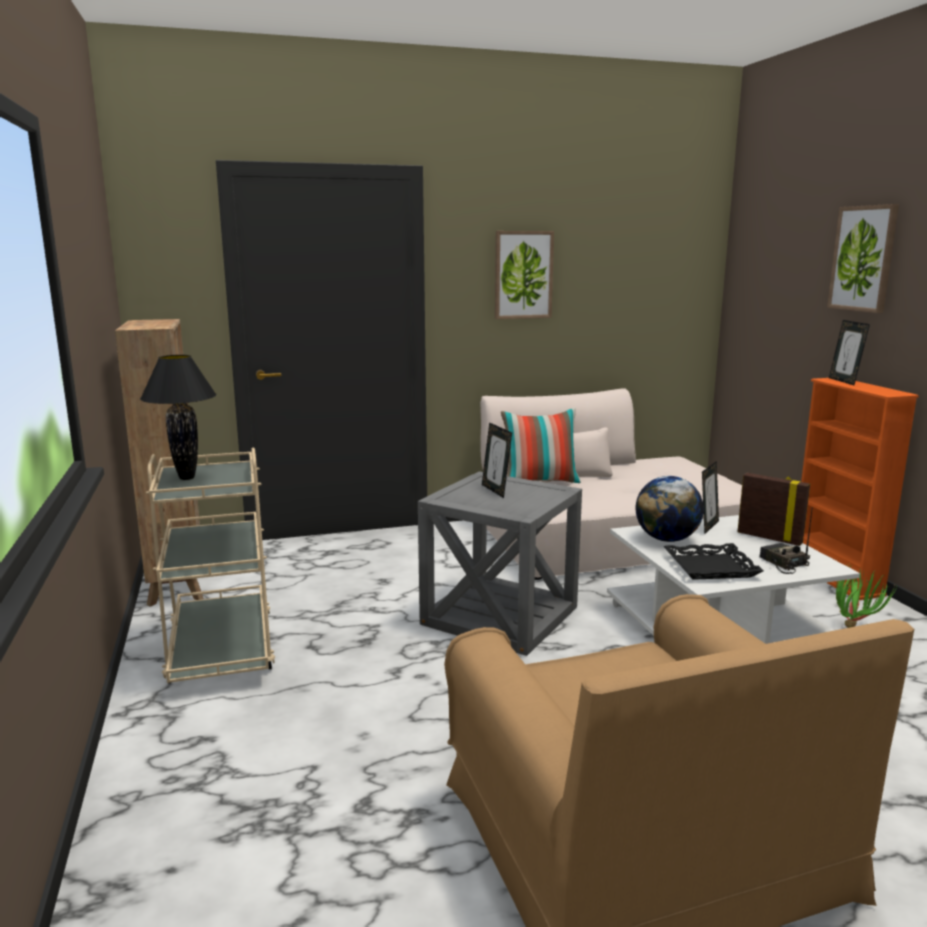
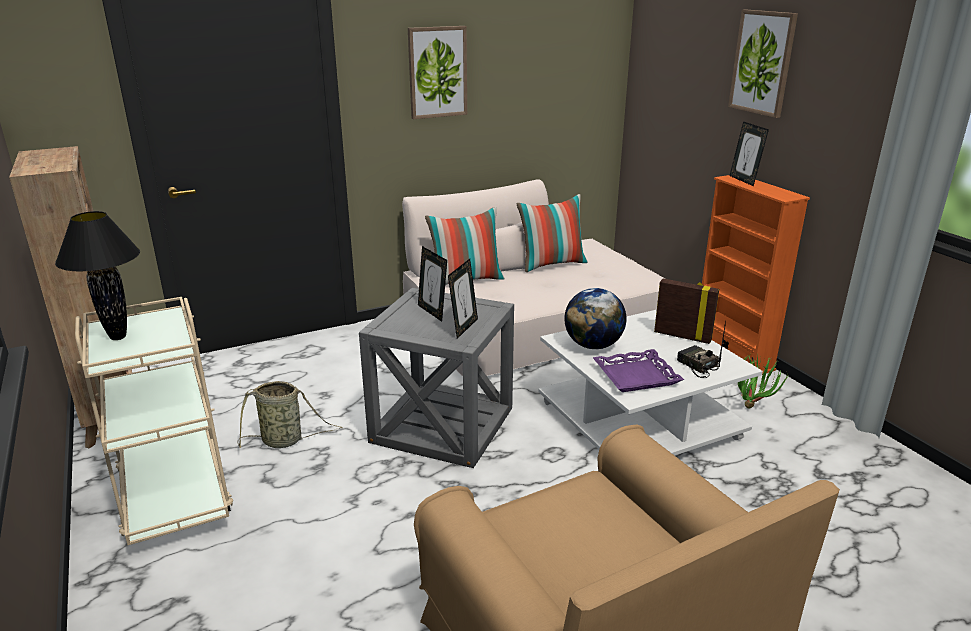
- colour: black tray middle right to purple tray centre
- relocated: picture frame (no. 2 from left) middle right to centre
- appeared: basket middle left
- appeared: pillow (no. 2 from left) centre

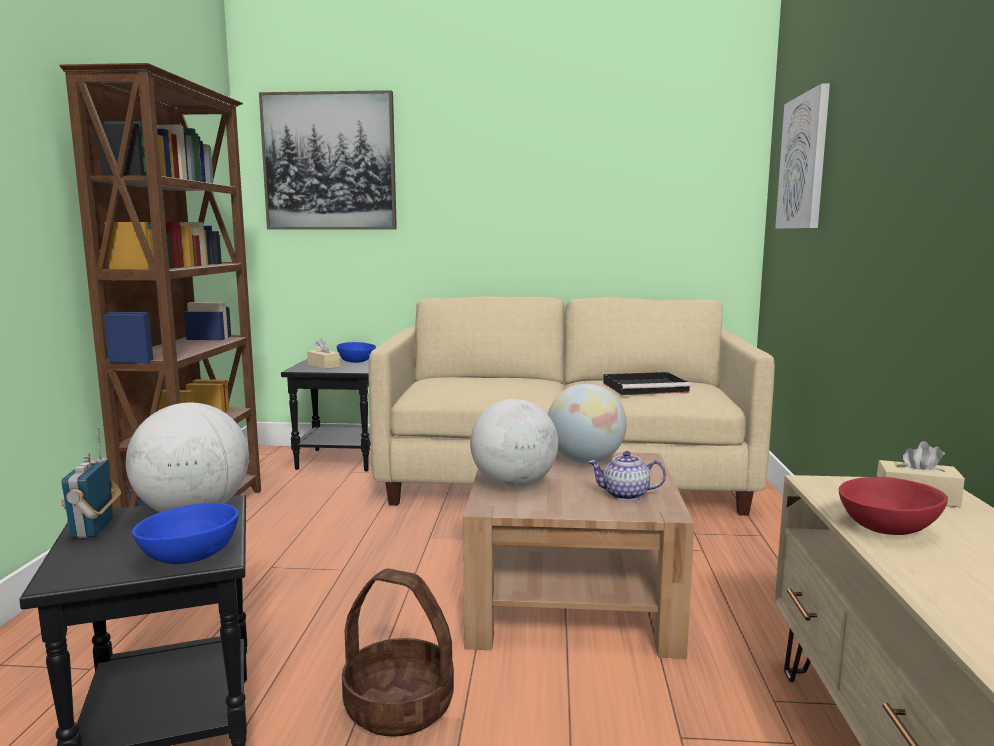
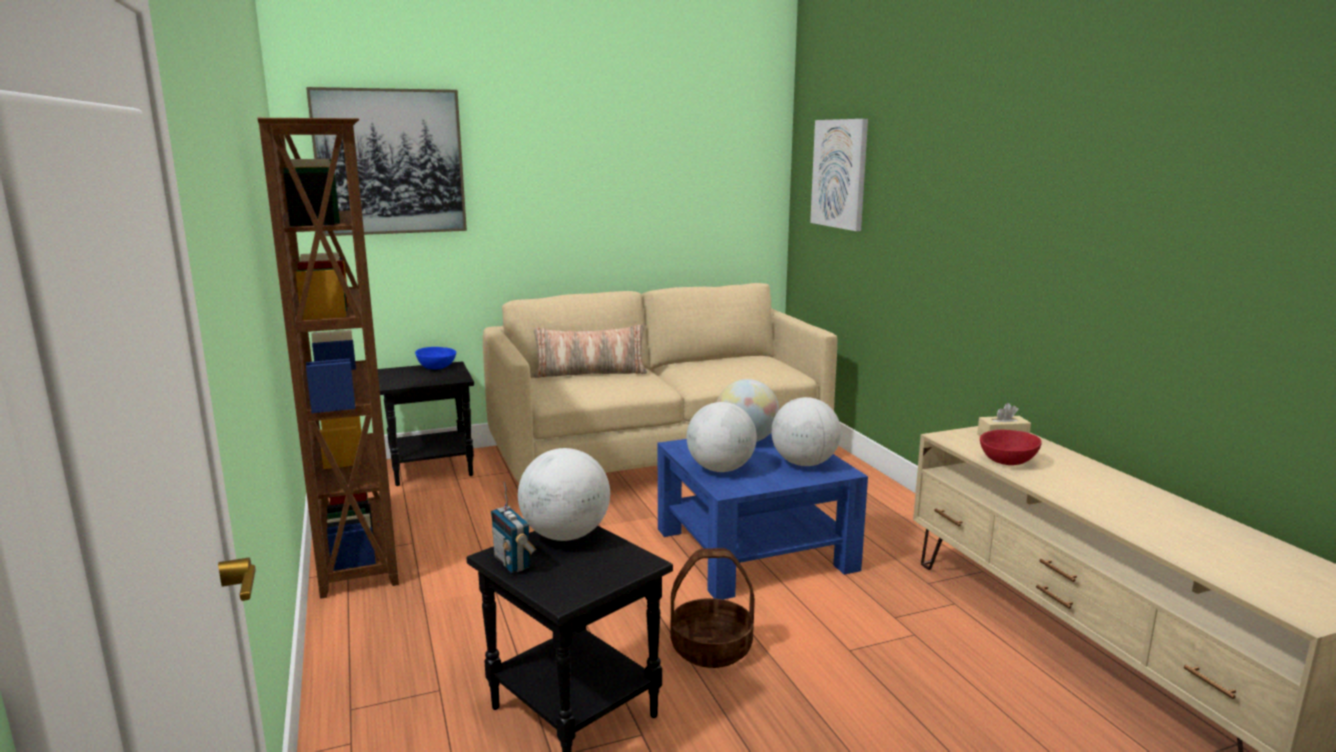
- missing: blue bowl (no. 1 from left) bottom left
- missing: beige tissue box (no. 1 from left) middle left
- colour: brown coffee table bottom centre to blue coffee table bottom centre
- exchanged: teapot centre to globe (no. 4 from left) centre
- missing: black tray centre
- appeared: pillow centre

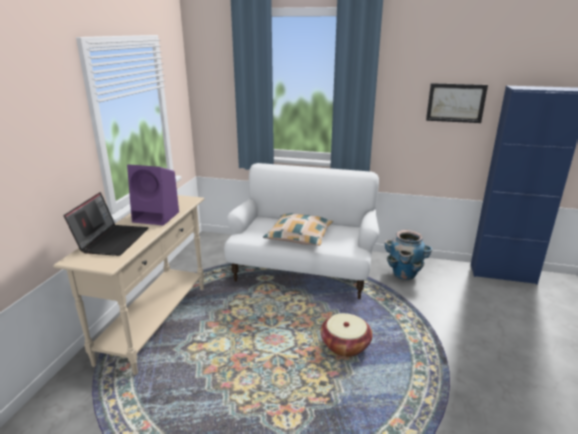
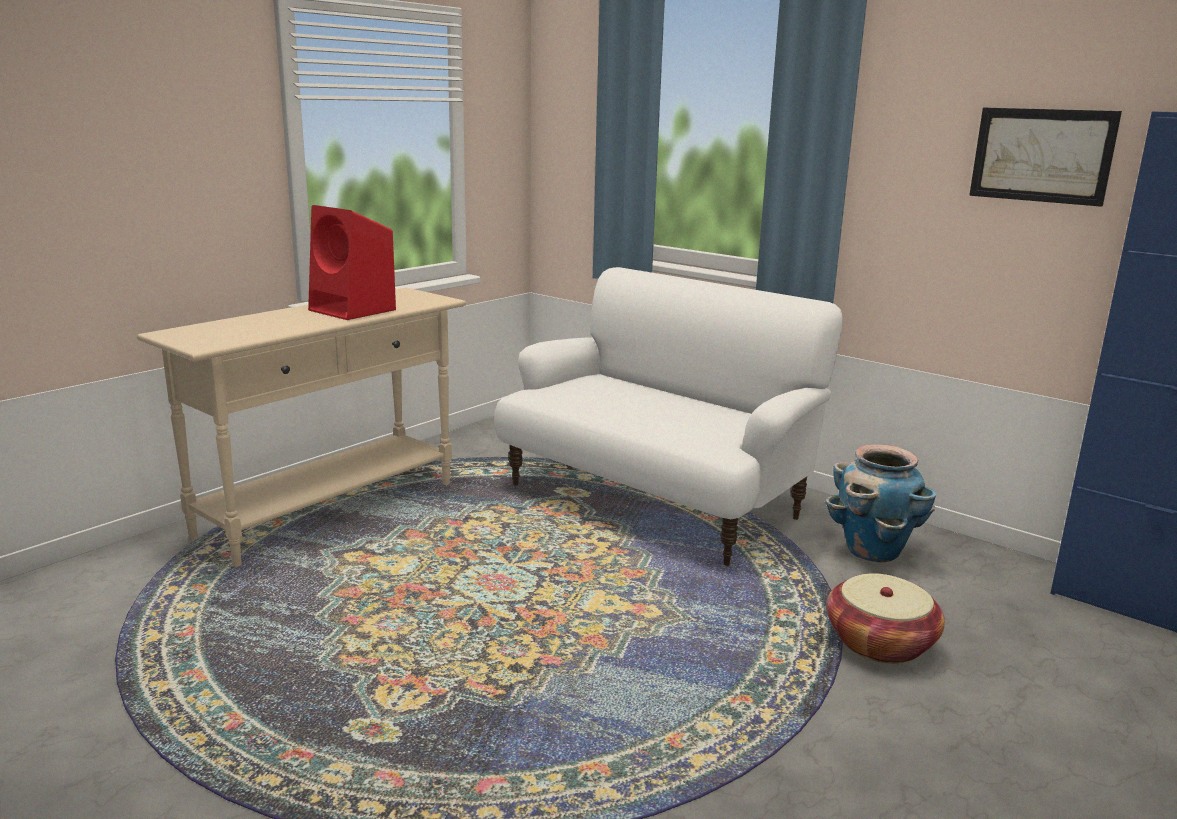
- missing: laptop middle left
- colour: purple speaker middle left to red speaker top left
- missing: pillow centre
- relocated: basket bottom centre to bottom right

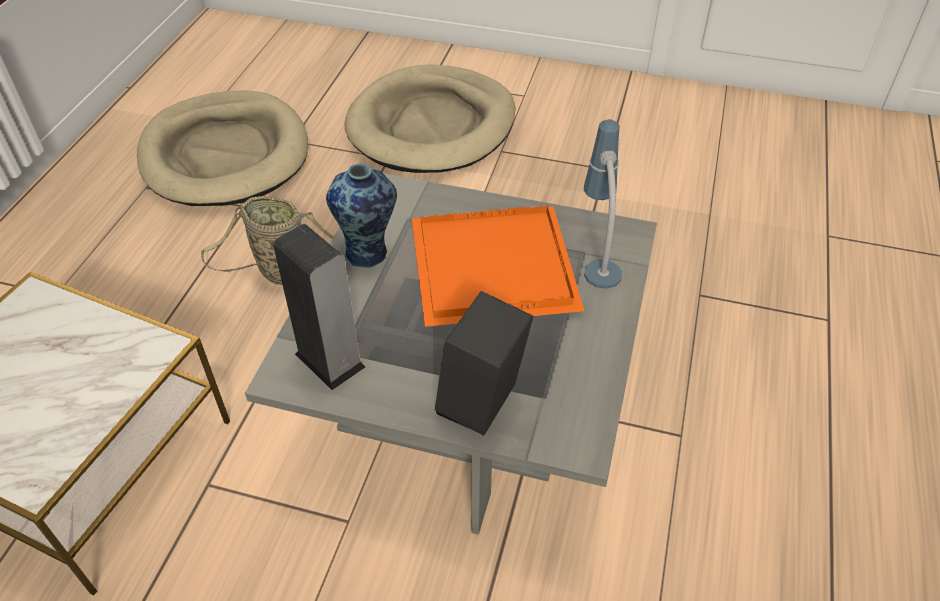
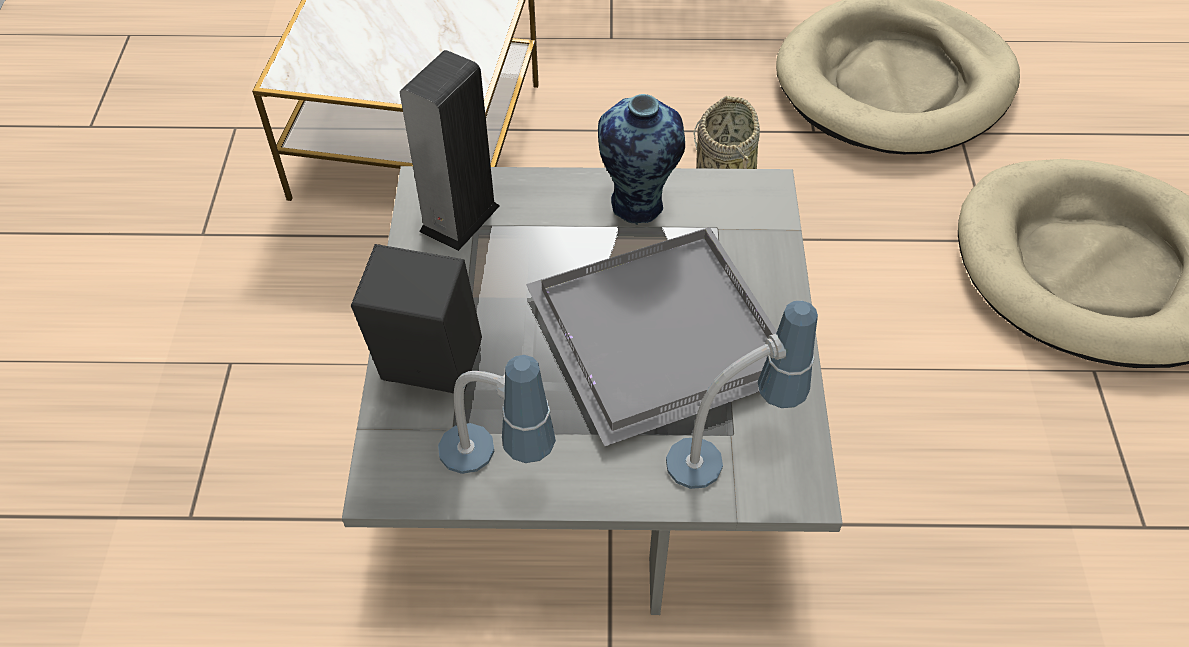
- colour: orange tray centre to grey tray centre
- appeared: table lamp (no. 1 from left) centre

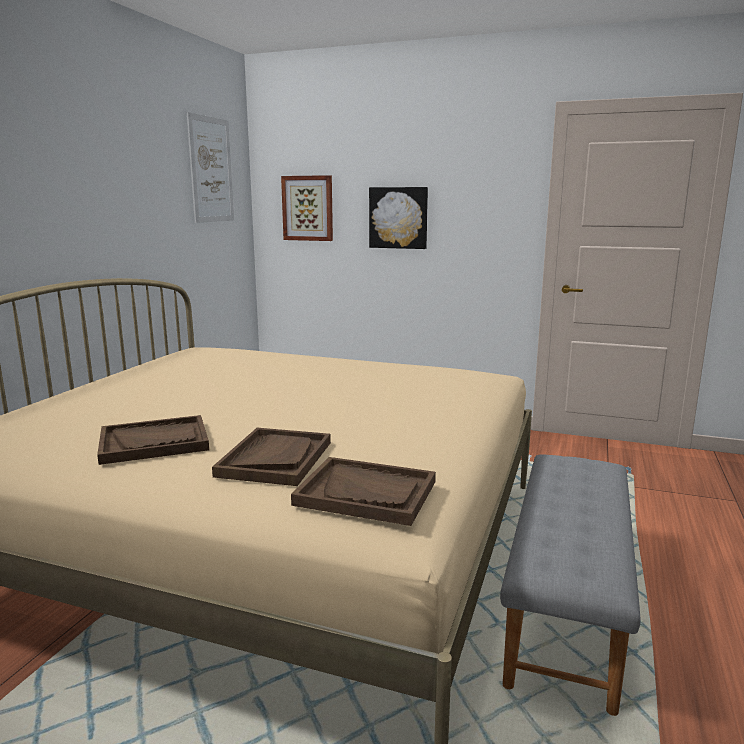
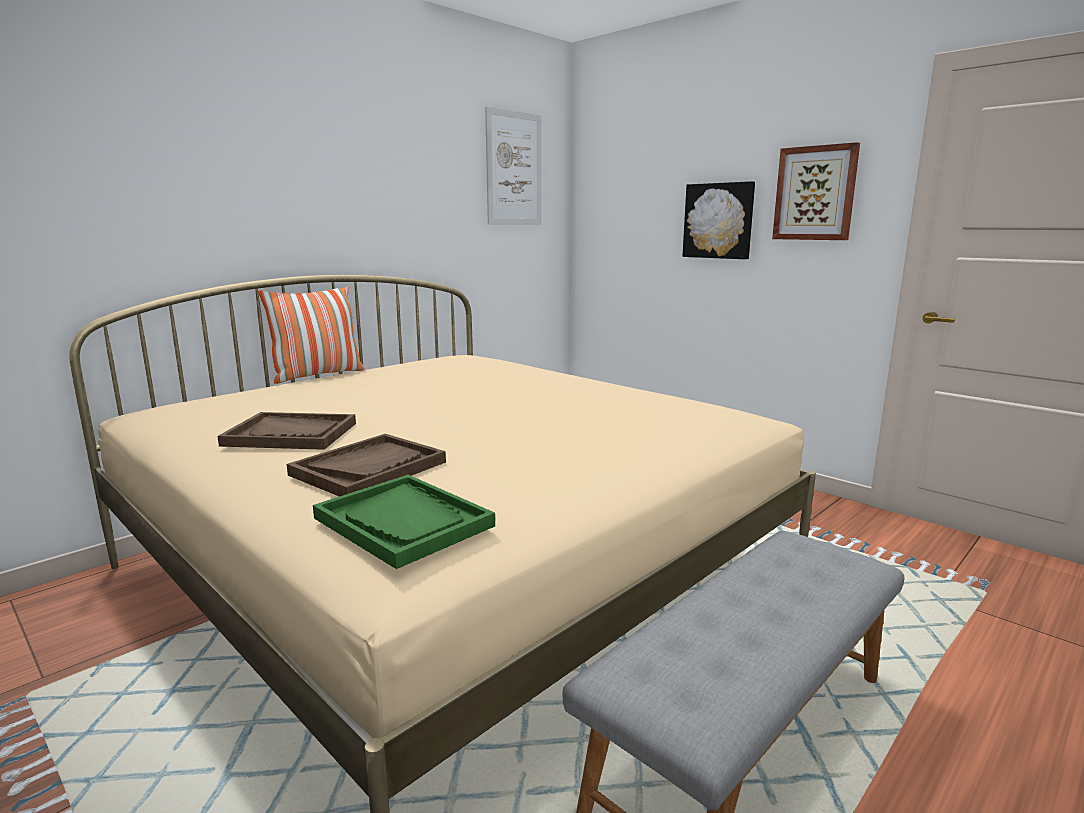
- relocated: picture (no. 2 from left in the first image) top centre to picture (no. 3 from left) top right
- colour: brown tray (no. 3 from left) centre to green tray centre
- appeared: pillow middle left

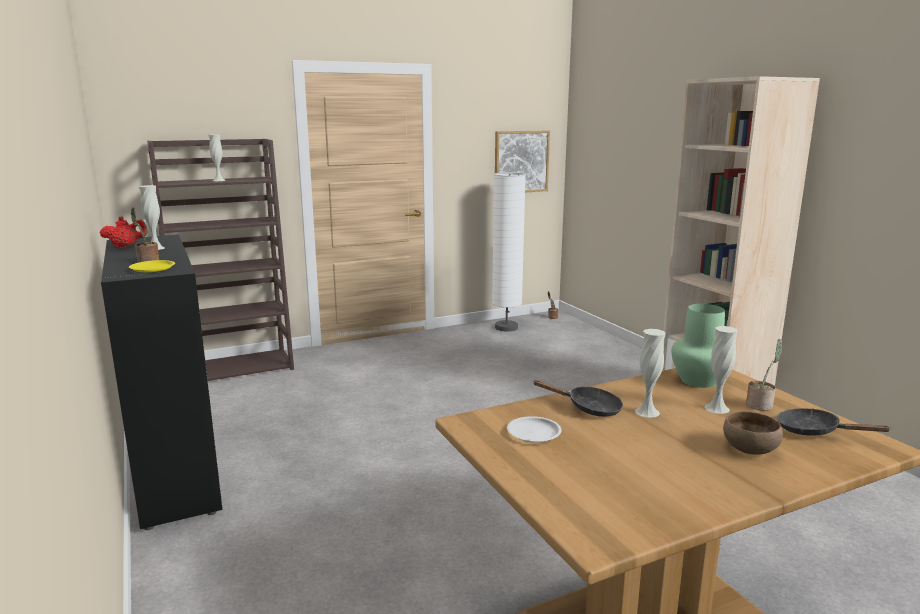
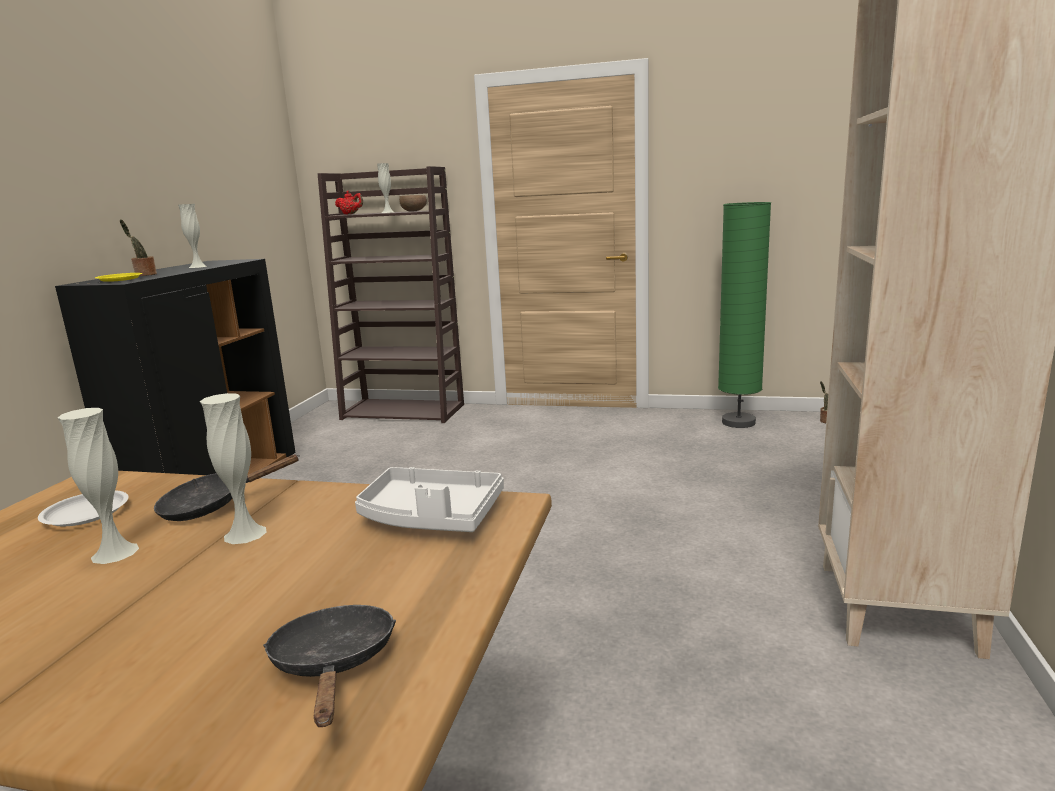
- relocated: red teapot middle left to top left
- colour: white floor lamp centre to green floor lamp middle right
- missing: picture top centre
- spun: black frying pan (no. 1 from left) centre = middle left 90 degrees clockwise
- exchanged: green vase middle right to white tray centre
- relocated: white vase (no. 4 from left in the first image) middle right to white vase (no. 1 from left) middle left
- relocated: brown bowl bottom right to top centre
- missing: potted plant (no. 3 from left) middle right

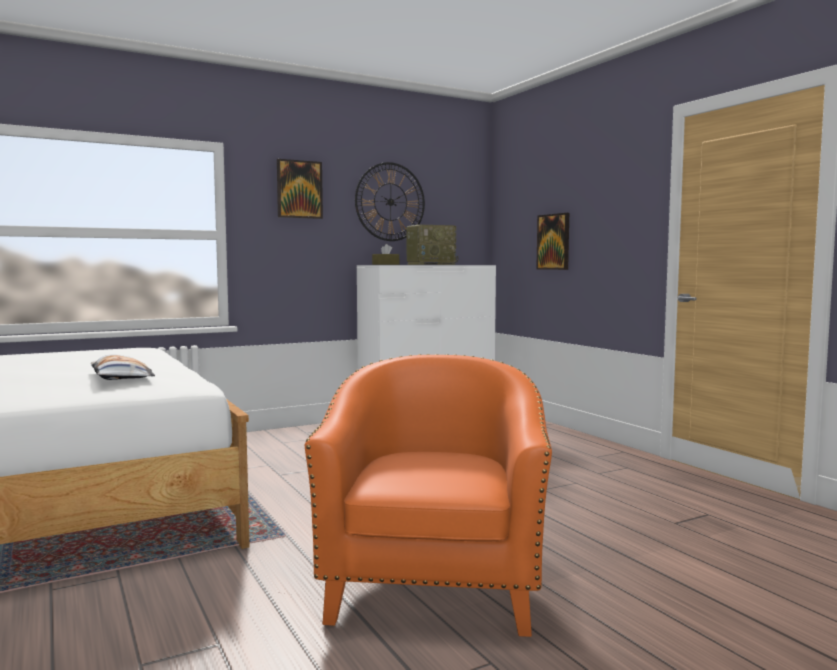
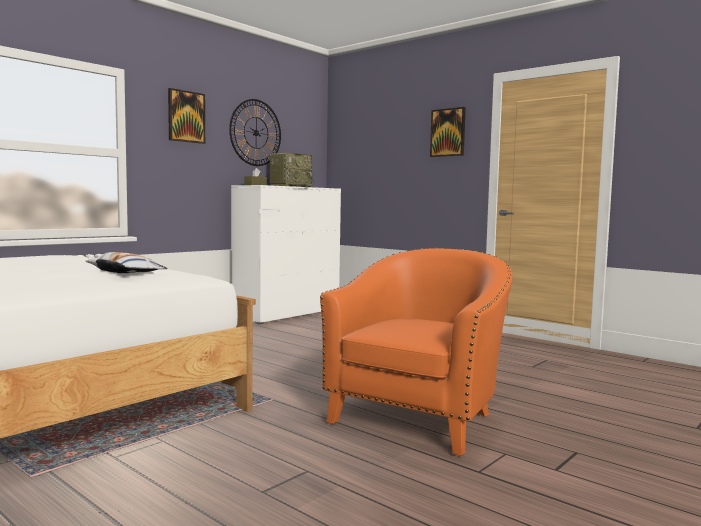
- spun: orange armchair bottom centre = bottom centre 45 degrees clockwise
- relocated: picture (no. 2 from left) centre to top centre

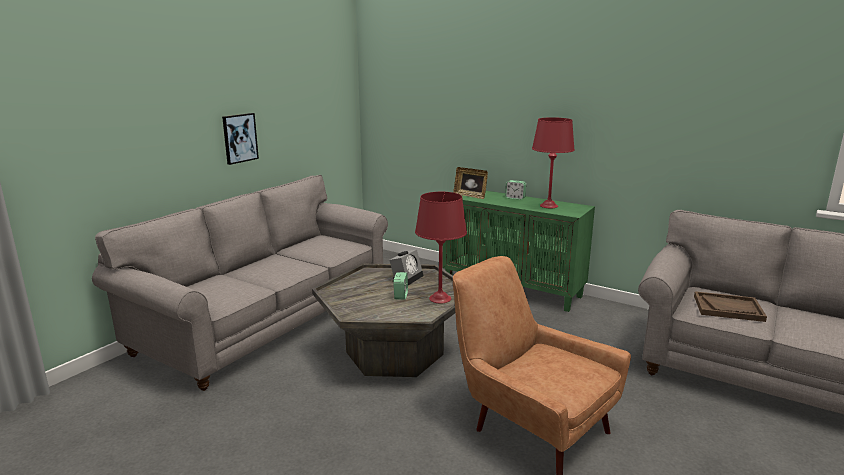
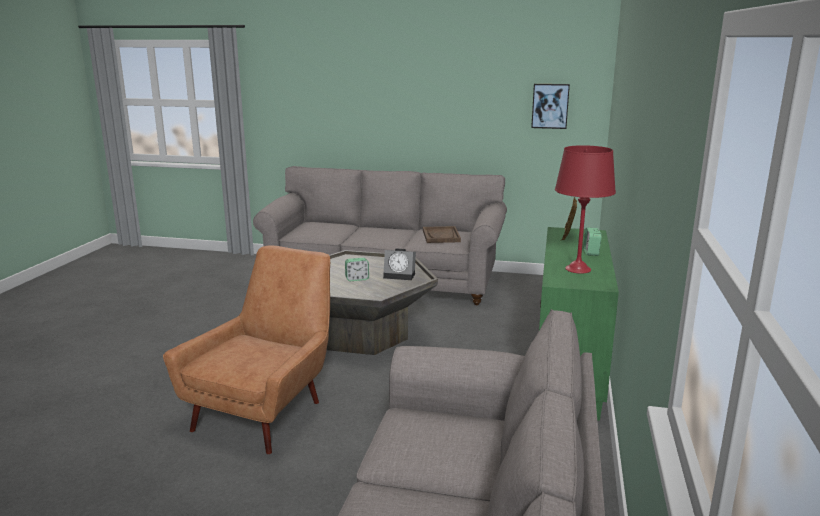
- relocated: picture top left to top right
- missing: red table lamp (no. 1 from left) centre
- relocated: brown tray middle right to centre

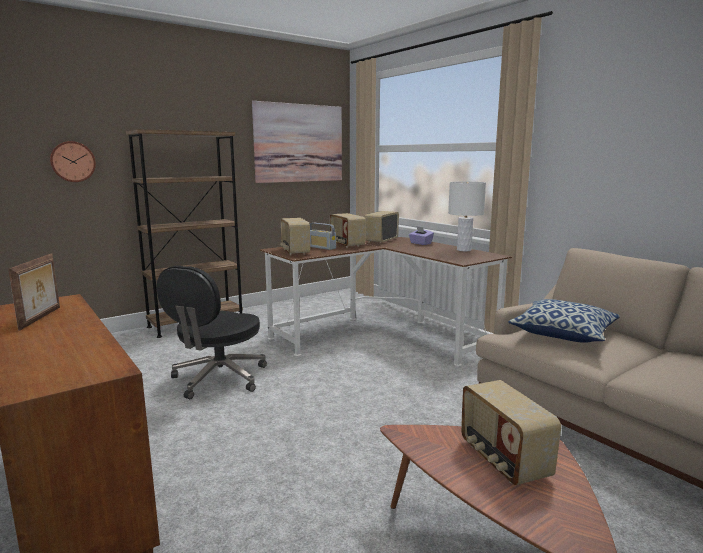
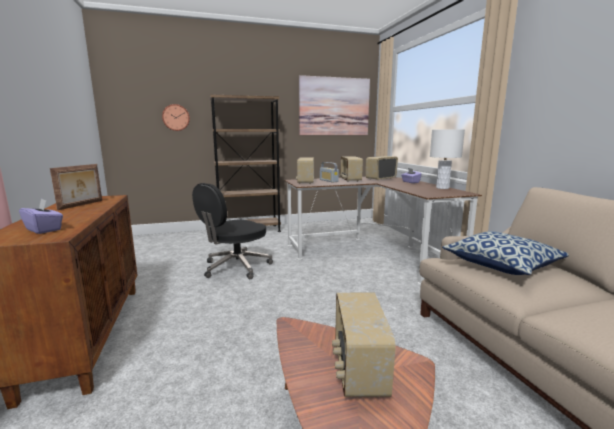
- appeared: purple tissue box (no. 1 from left) middle left

